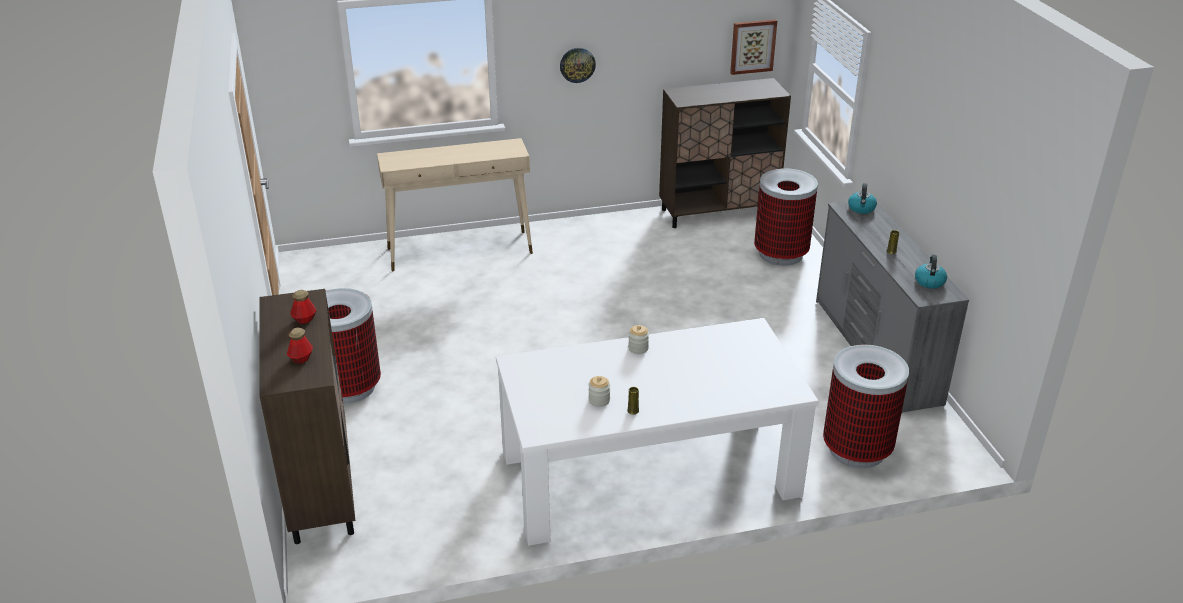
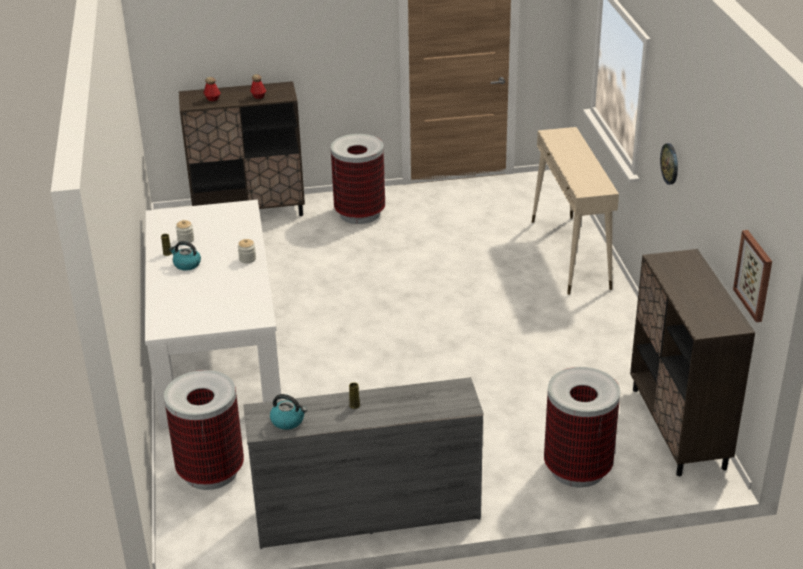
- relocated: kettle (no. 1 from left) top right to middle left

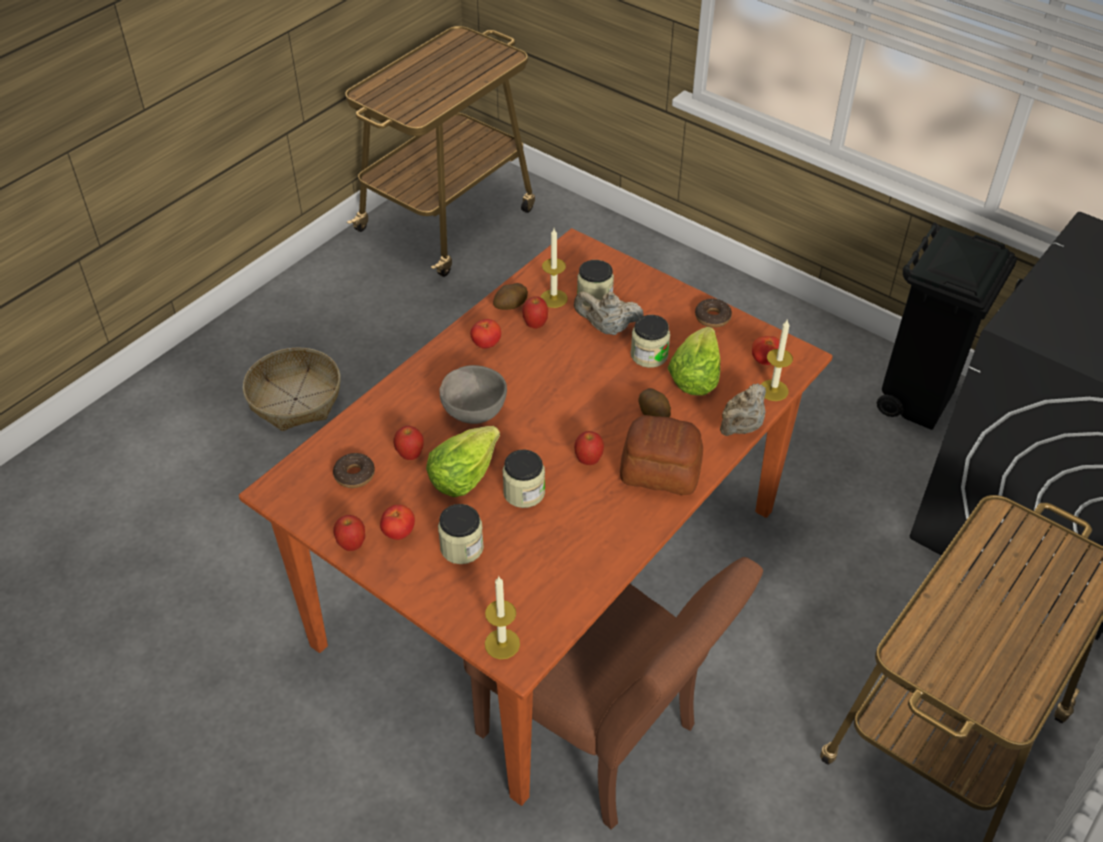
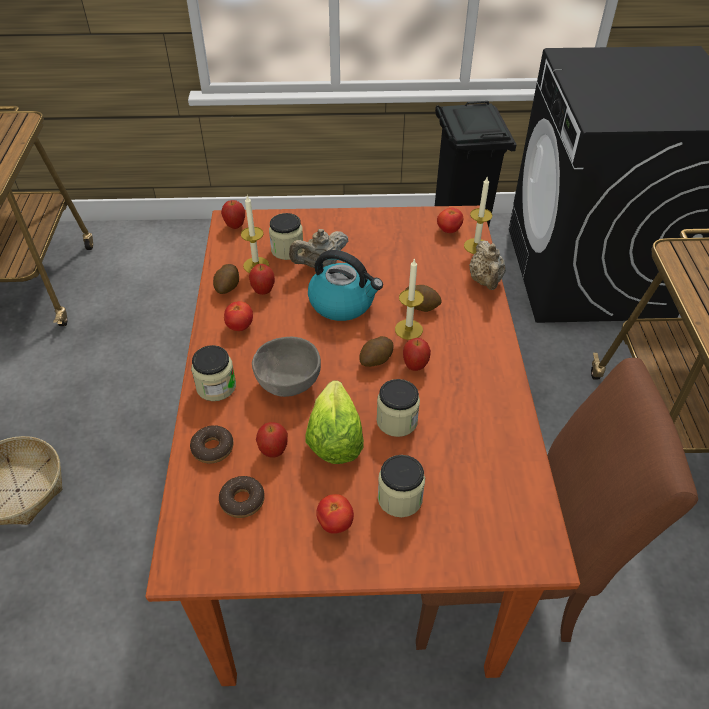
- relocated: apple (no. 1 from left) middle left to top left
- relocated: candle (no. 1 from left in the first image) bottom centre to candle (no. 2 from left) centre
- missing: bread centre
- relocated: jar (no. 4 from left in the first image) centre to jar (no. 1 from left) middle left
- missing: lettuce (no. 2 from left) centre
- relocated: donut (no. 2 from left in the first image) centre to donut (no. 1 from left) middle left
- appeared: kettle centre
- appeared: potato (no. 2 from left) centre

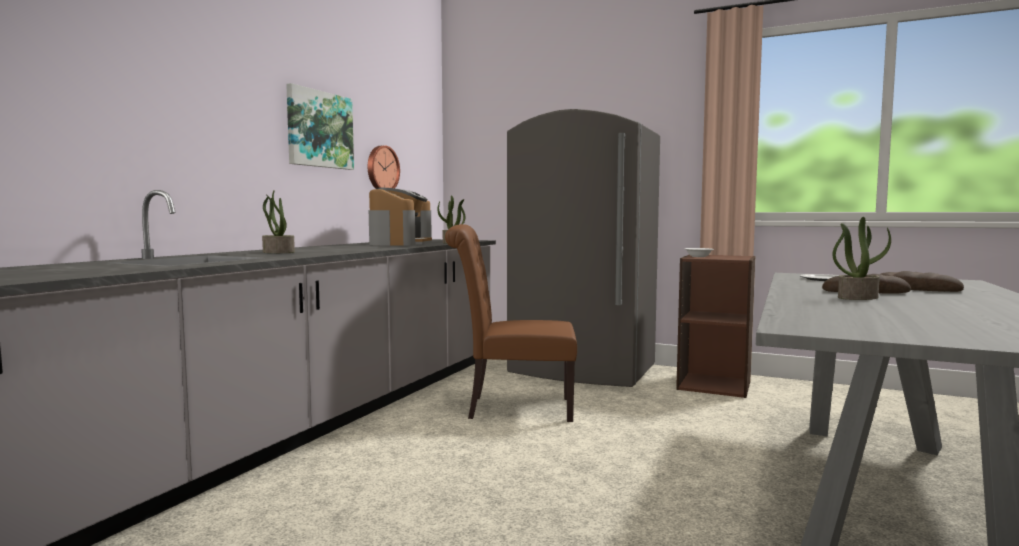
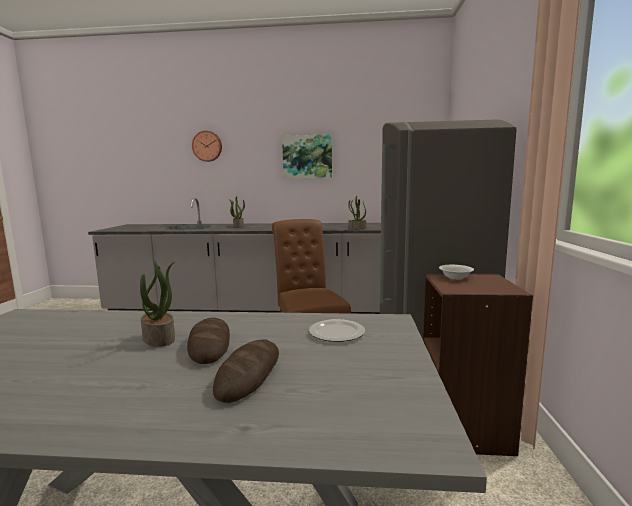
- relocated: wall clock top centre to top left
- missing: coffee machine centre

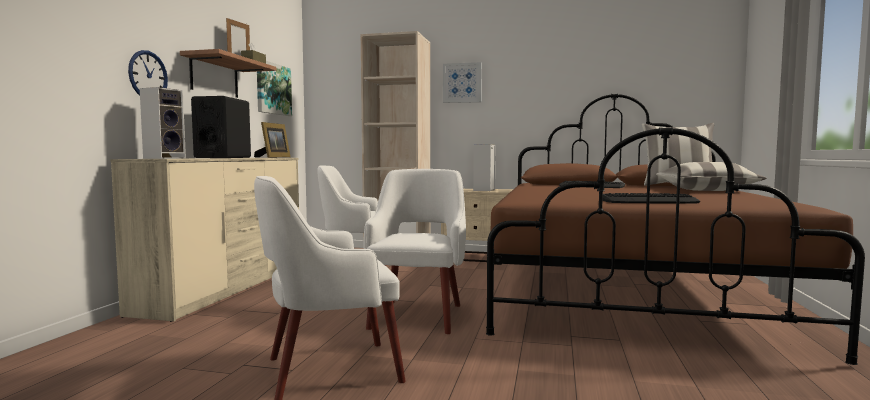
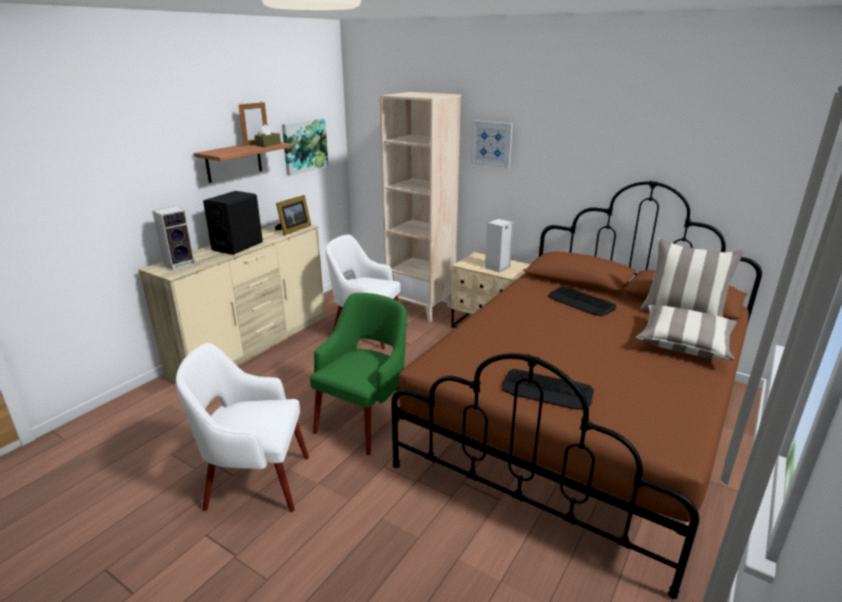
- missing: wall clock top left
- colour: white armchair (no. 3 from left) centre to green armchair centre

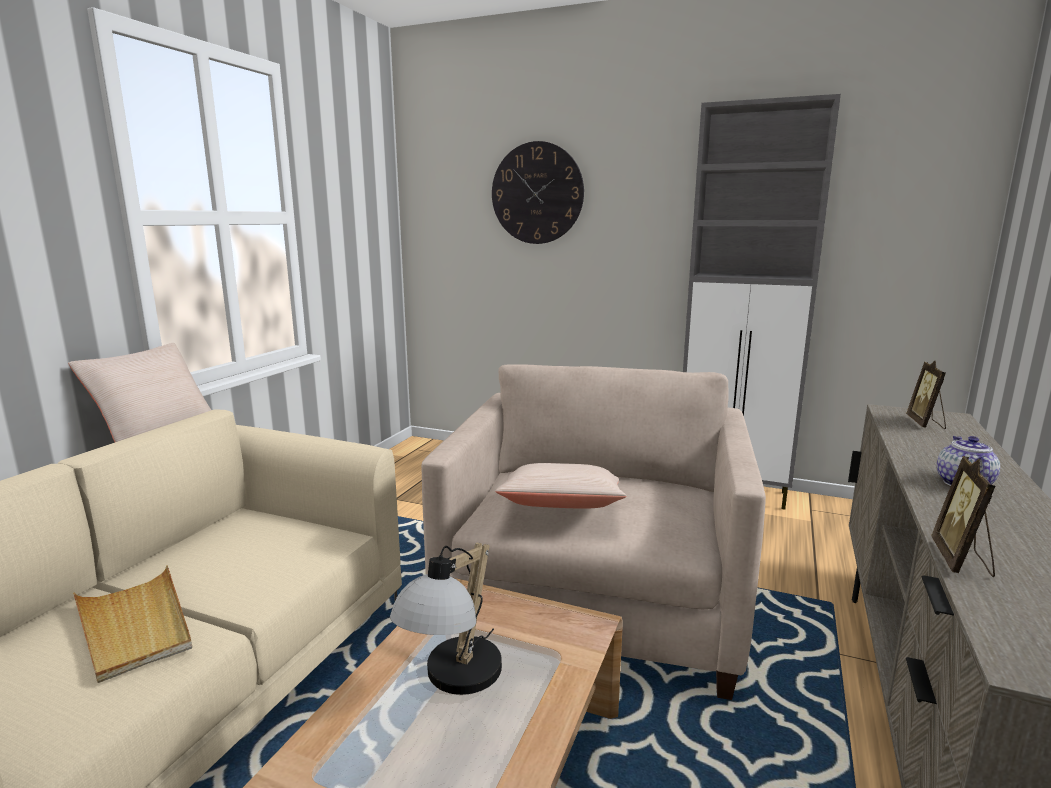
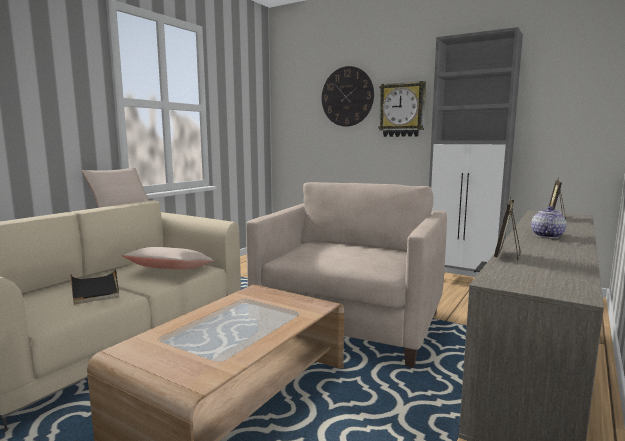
- colour: beige tray bottom left to black tray middle left
- missing: table lamp bottom centre
- relocated: beige pillow (no. 2 from left) centre to middle left
- appeared: wall clock (no. 2 from left) top centre

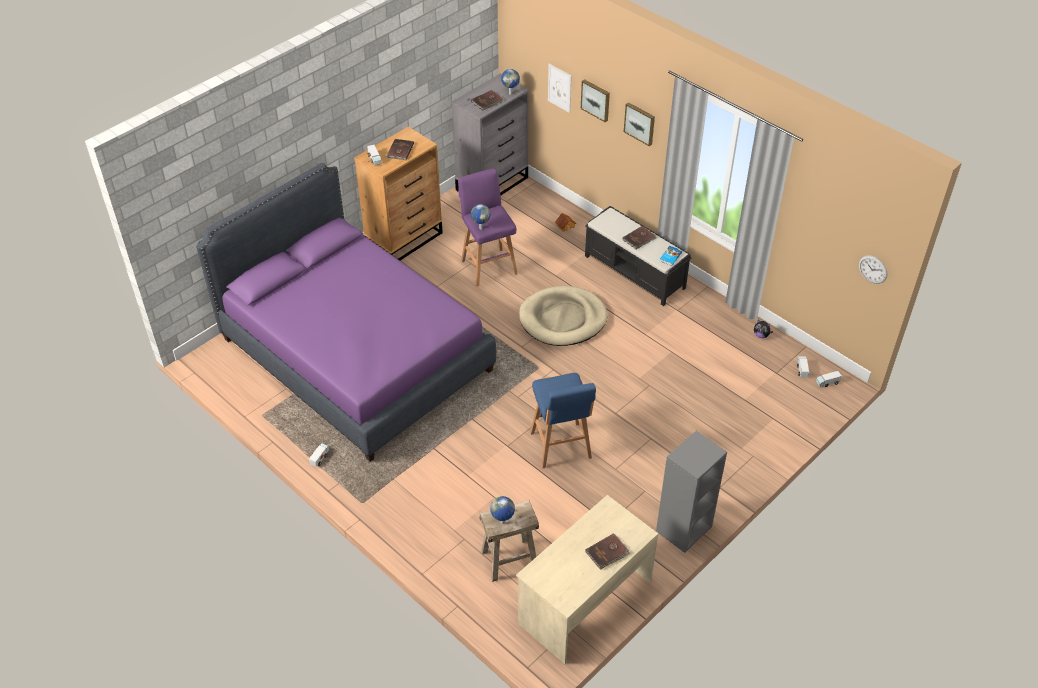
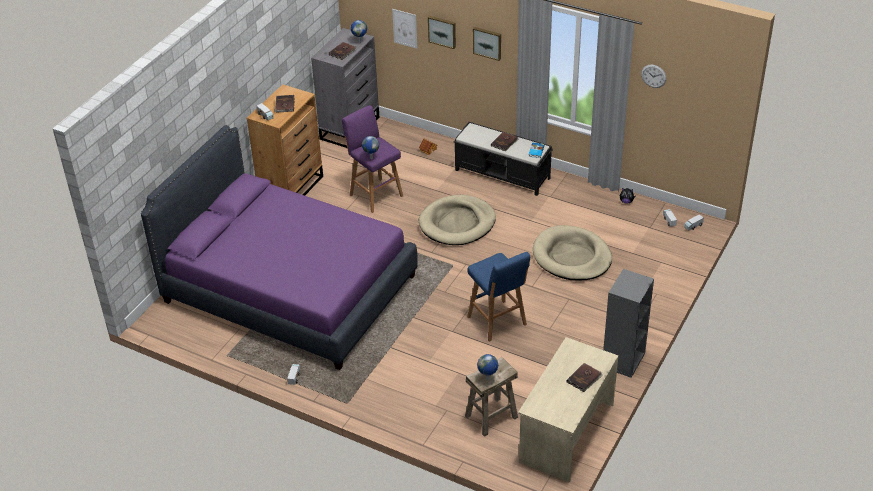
- relocated: wall clock middle right to top right
- appeared: beige dog bed (no. 2 from left) centre

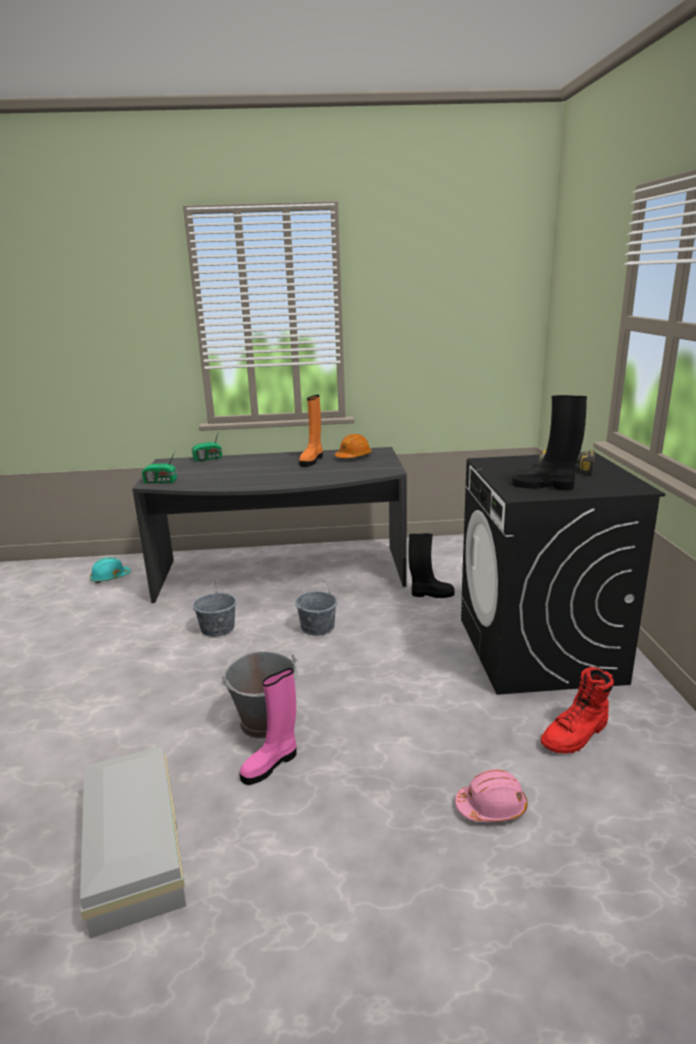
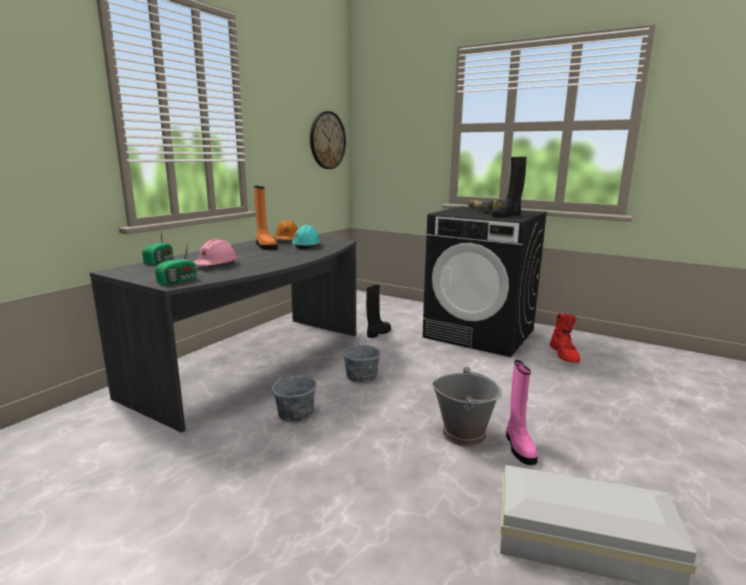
- relocated: turquoise hard hat middle left to centre
- relocated: pink hard hat bottom right to middle left
- appeared: wall clock top centre

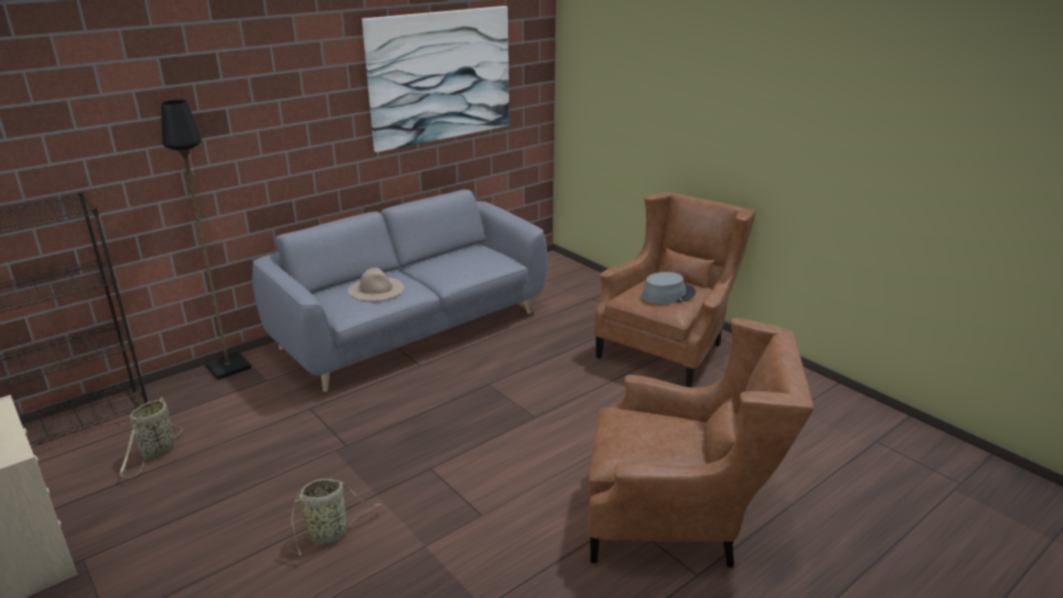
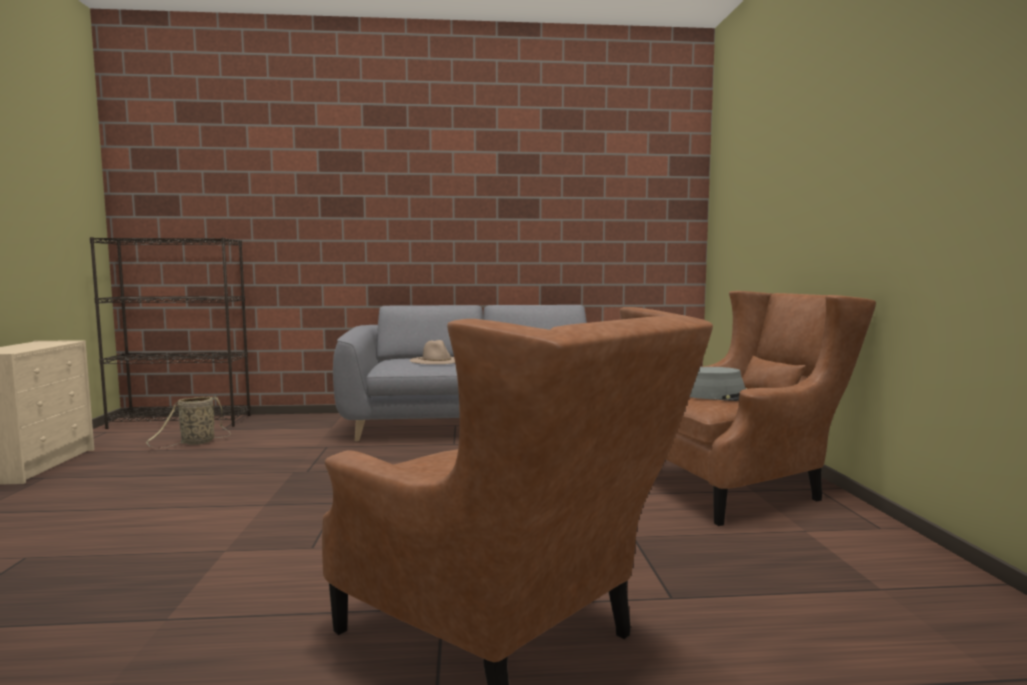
- missing: black floor lamp middle left
- missing: basket (no. 2 from left) bottom left
- missing: picture top centre

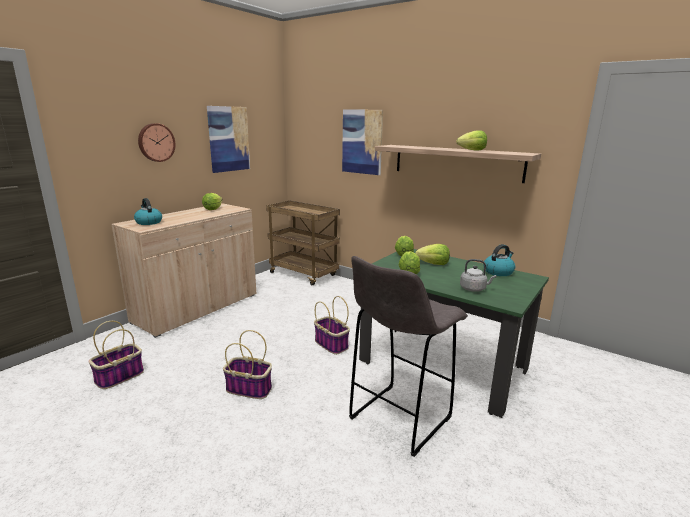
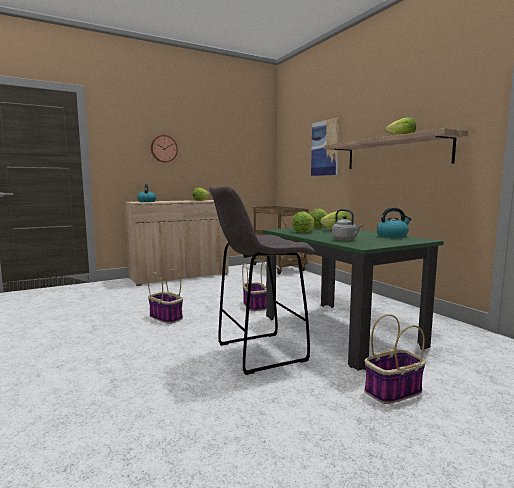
- relocated: basket (no. 1 from left in the first image) bottom left to basket (no. 3 from left) bottom right
- missing: picture (no. 1 from left) top left

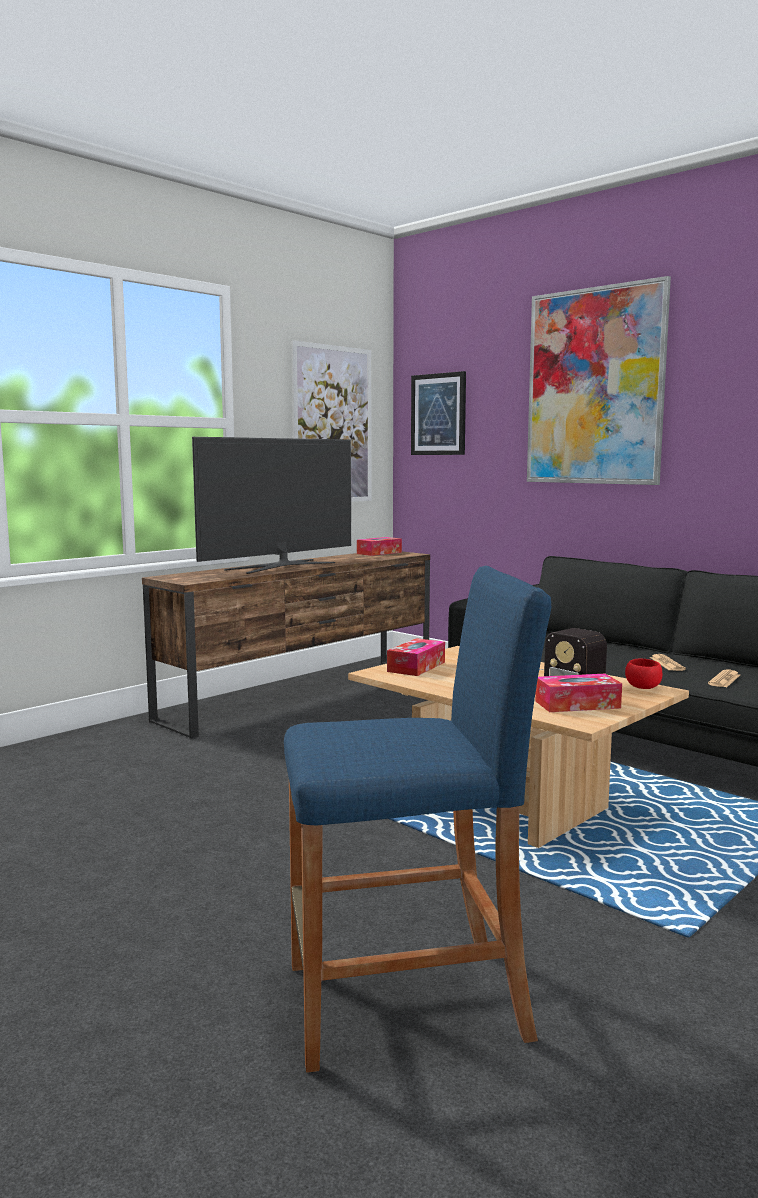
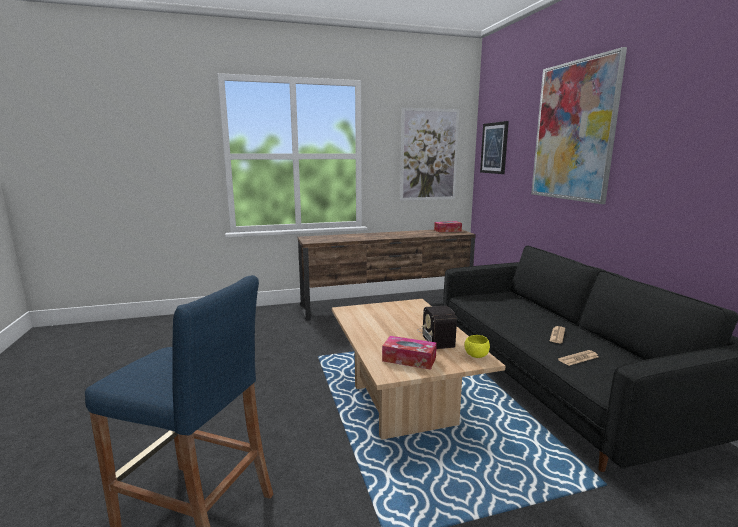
- missing: television centre
- missing: tissue box (no. 2 from left) centre
- colour: red bowl middle right to yellow bowl centre

